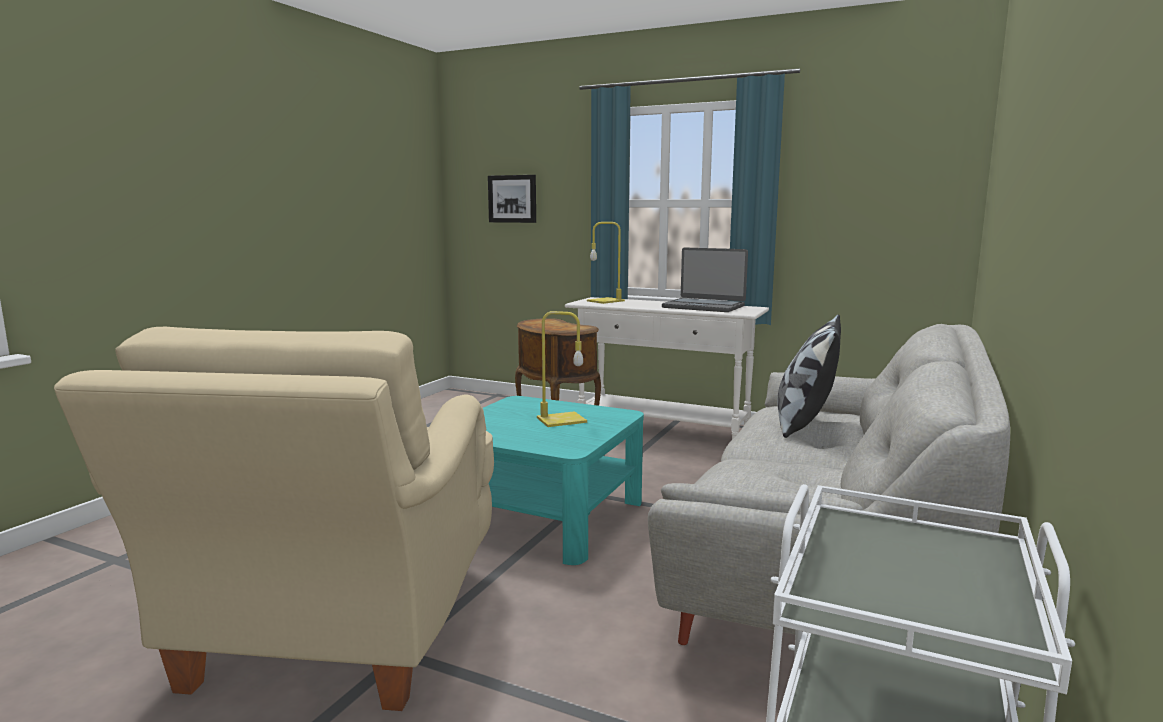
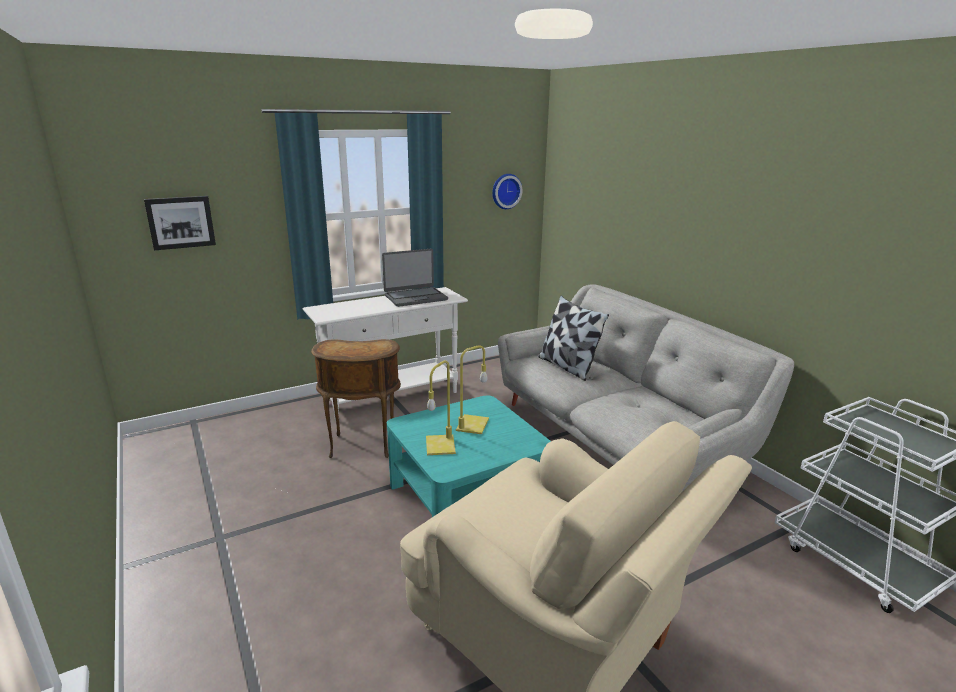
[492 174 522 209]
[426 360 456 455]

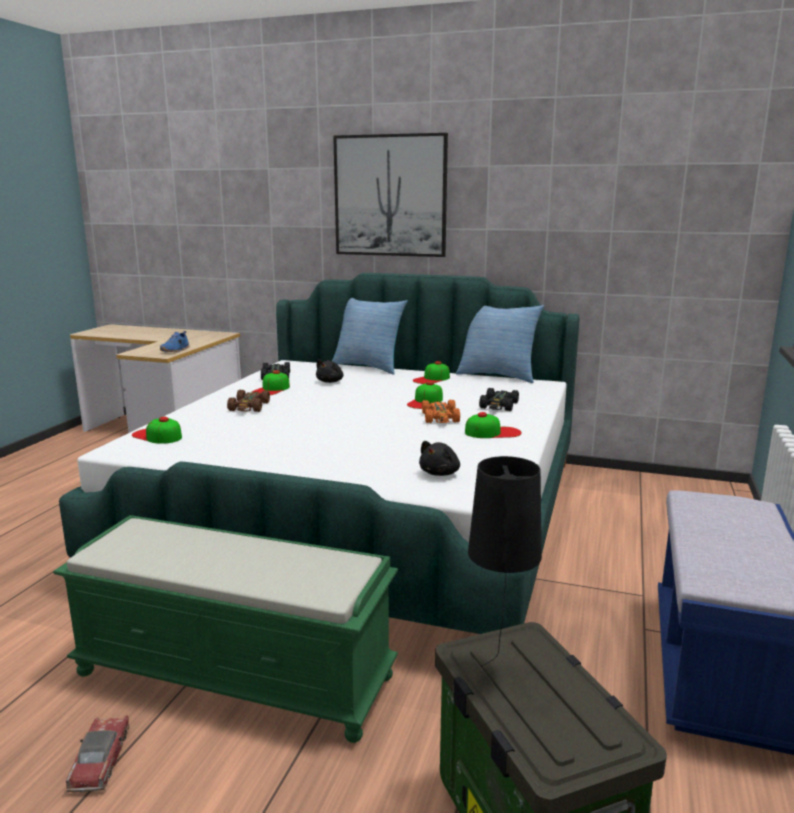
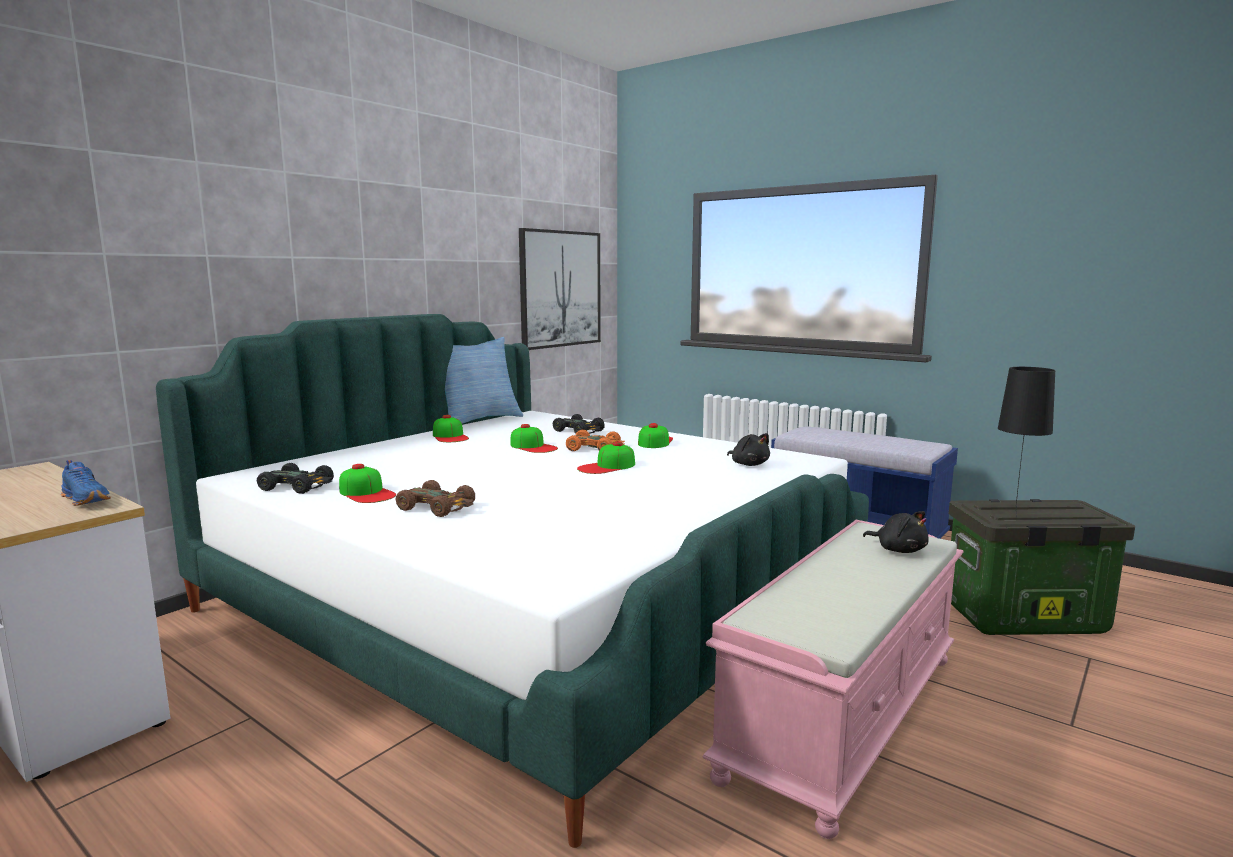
[66 715 129 792] (first image)
[332 298 408 375] (first image)
[577 441 635 474]
[863 511 929 553]
[519 228 601 350]
[702 520 964 839]

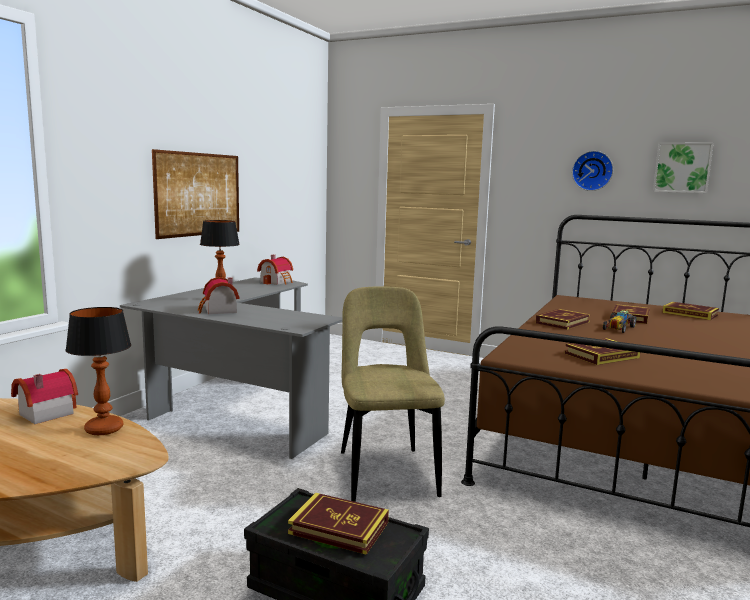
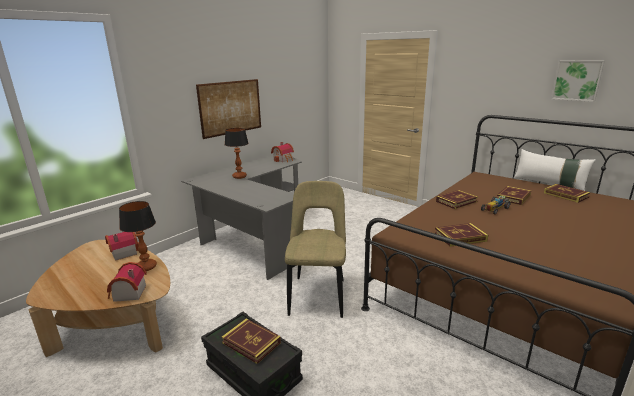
[572 151 613 191] (first image)
[513 149 596 191]
[107 262 147 302]

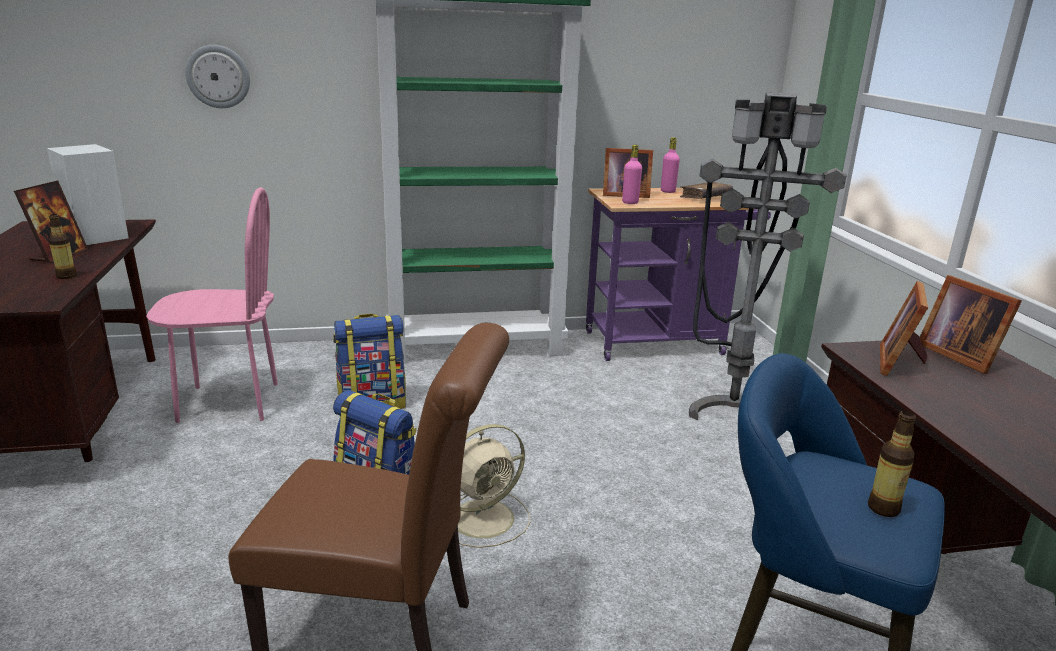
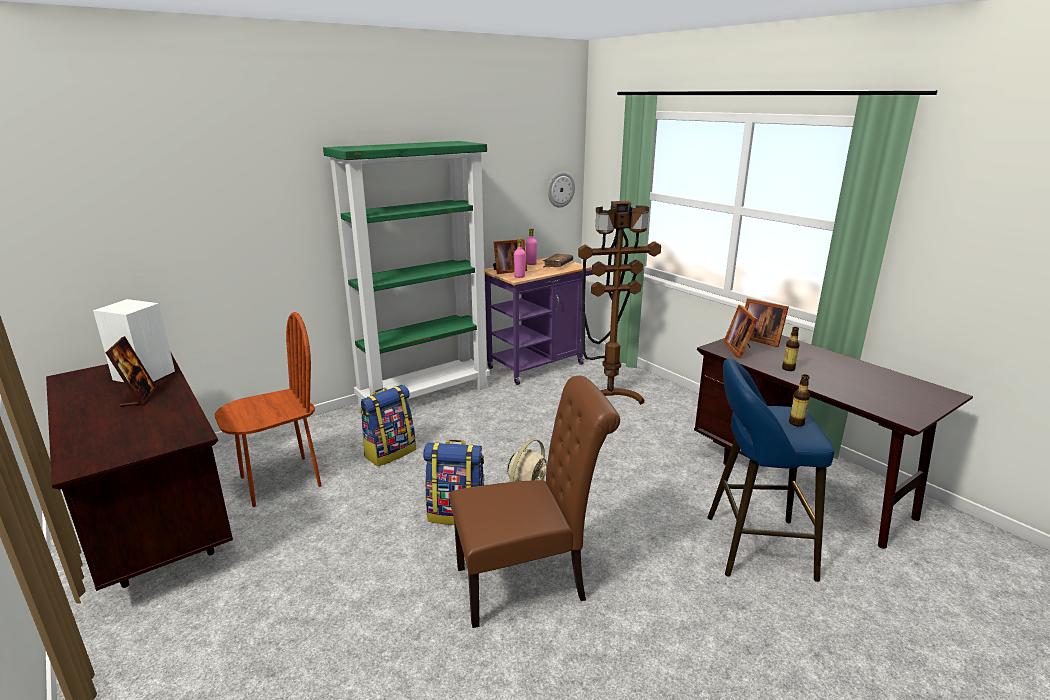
[782 327 800 371]
[548 172 575 208]
[215 312 322 507]
[578 201 661 405]

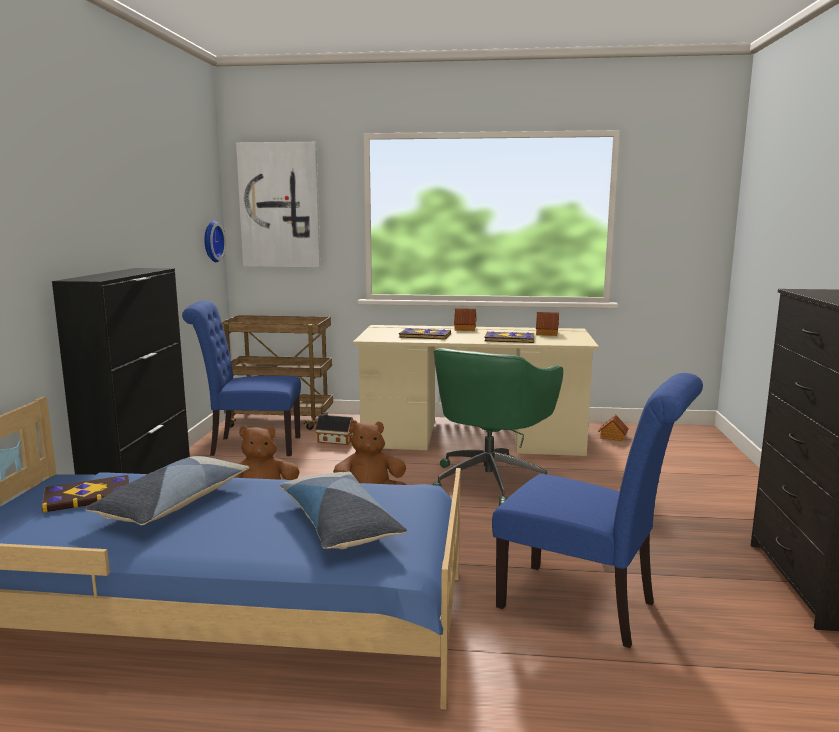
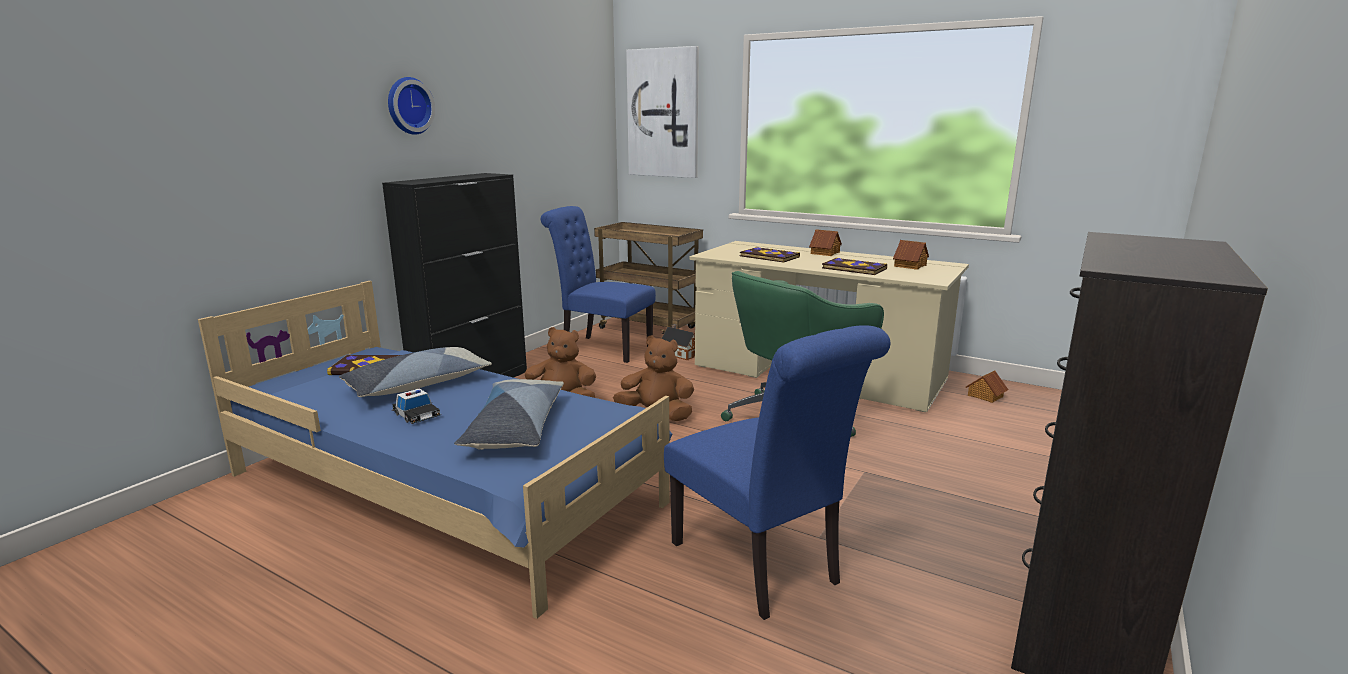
[392 389 441 424]
[388 77 435 135]

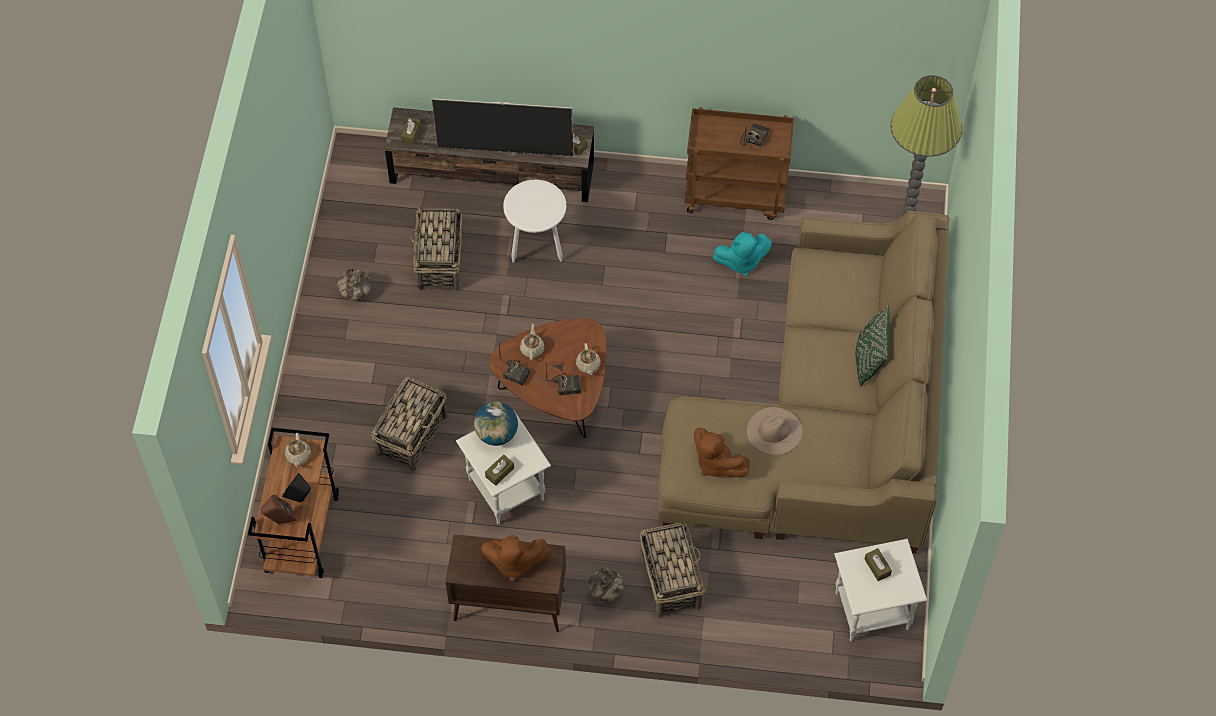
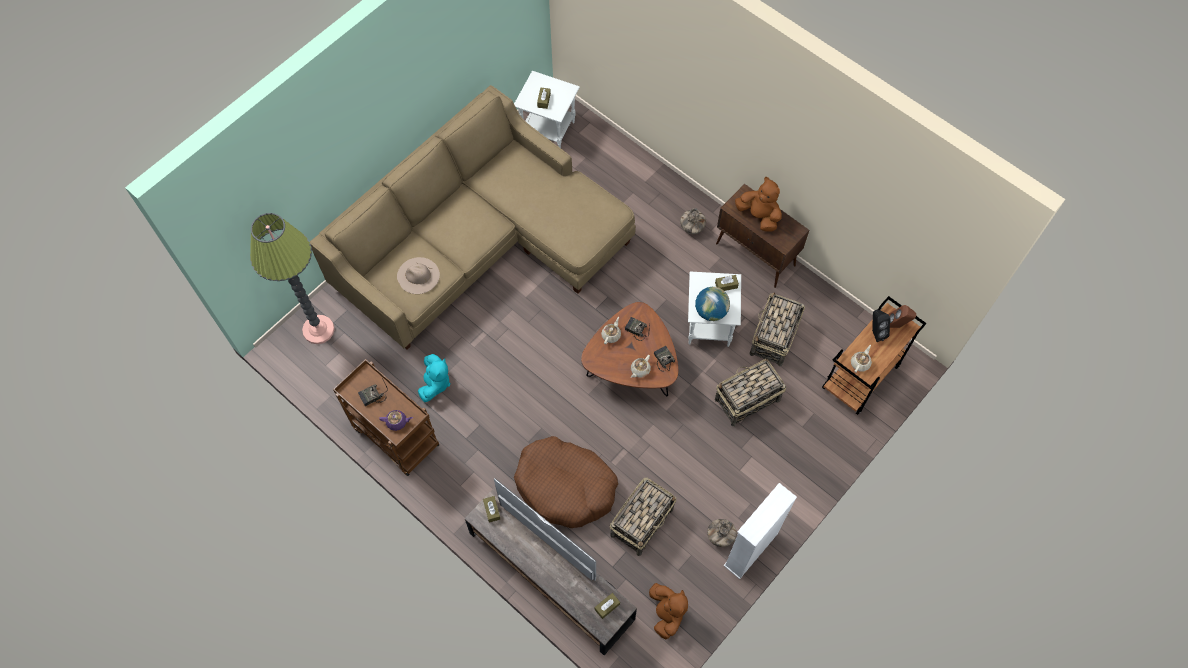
[855 305 890 386] (first image)
[379 410 413 431]
[723 483 797 579]
[749 292 805 366]
[649 583 688 639]
[397 257 440 294]
[514 436 618 528]
[418 354 450 402]

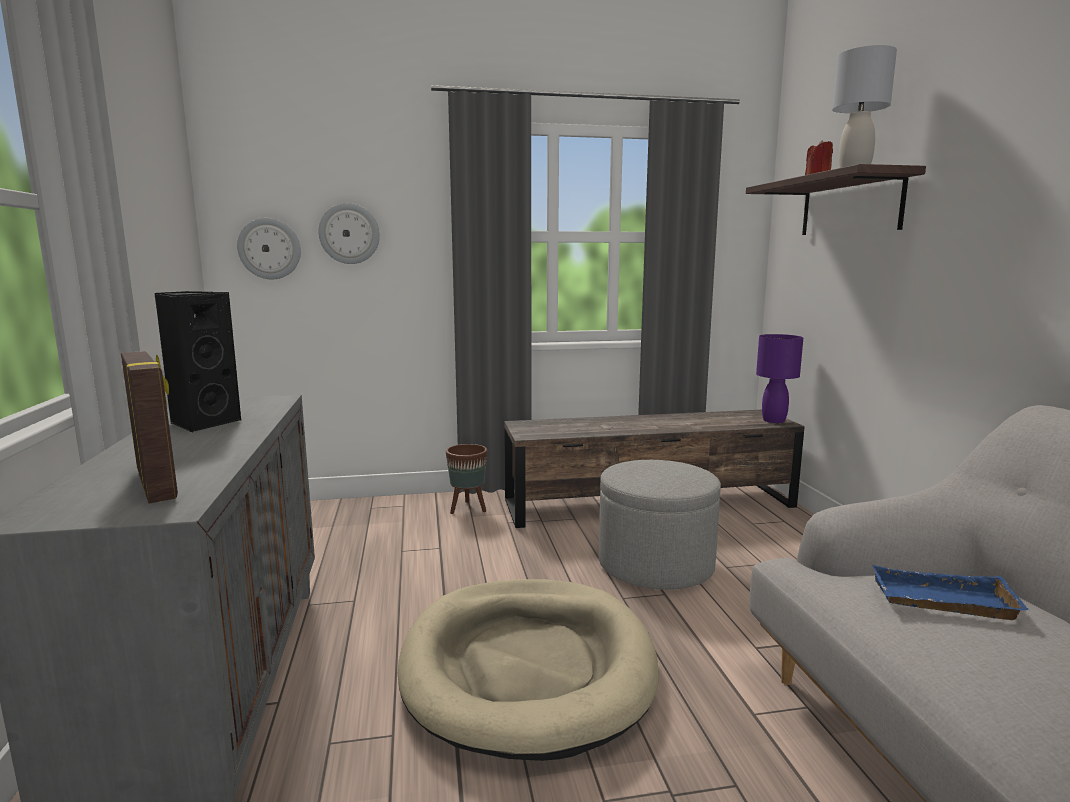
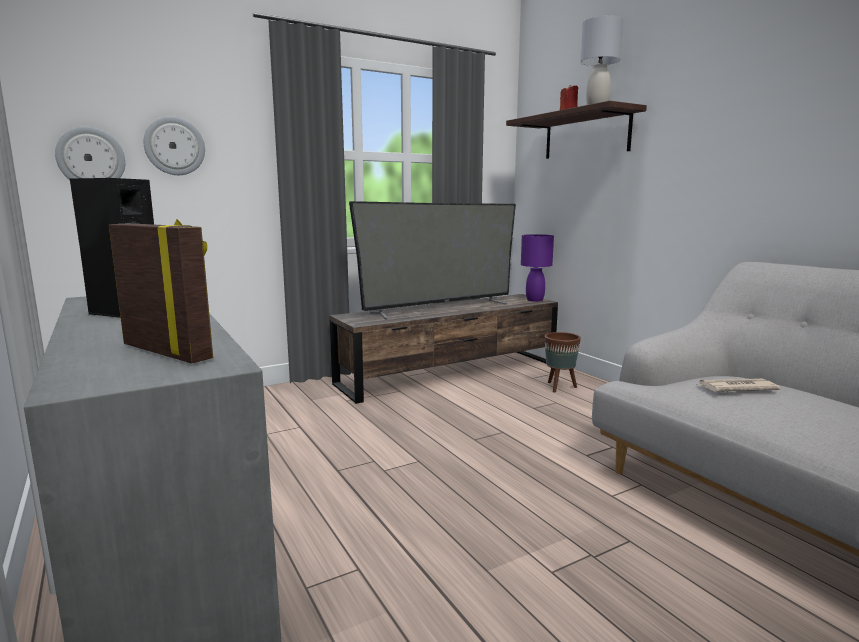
[398 579 659 761] (first image)
[599 460 721 590] (first image)
[349 201 516 320]
[544 332 581 392]
[696 378 781 392]

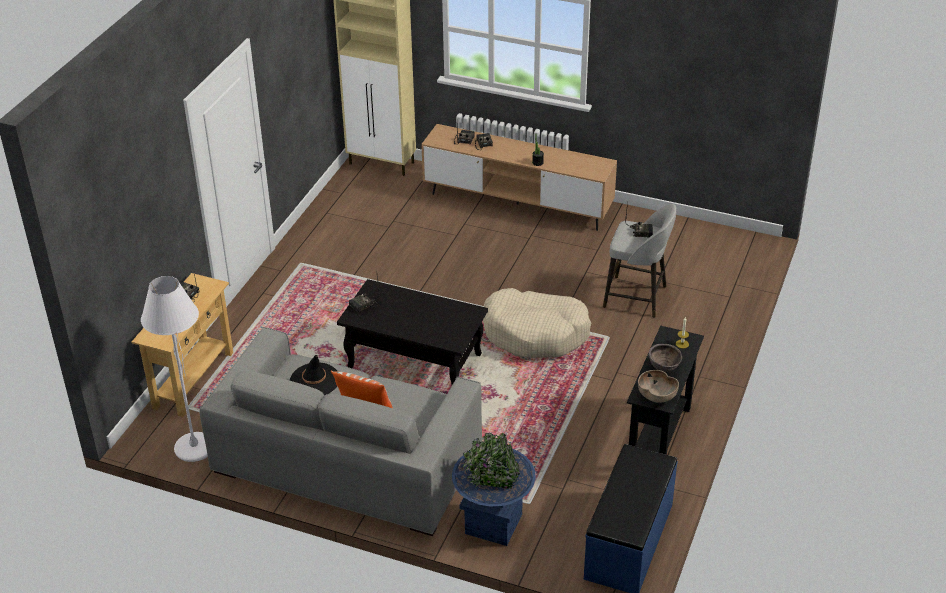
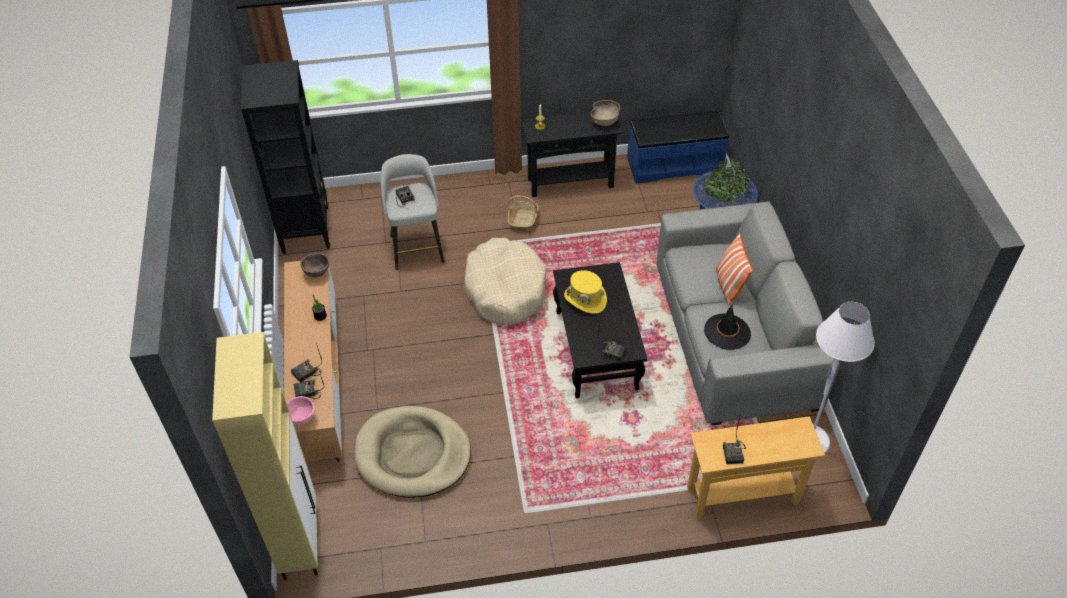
[241 60 330 254]
[286 396 315 425]
[354 406 471 498]
[508 196 539 231]
[564 270 607 314]
[300 253 329 277]

